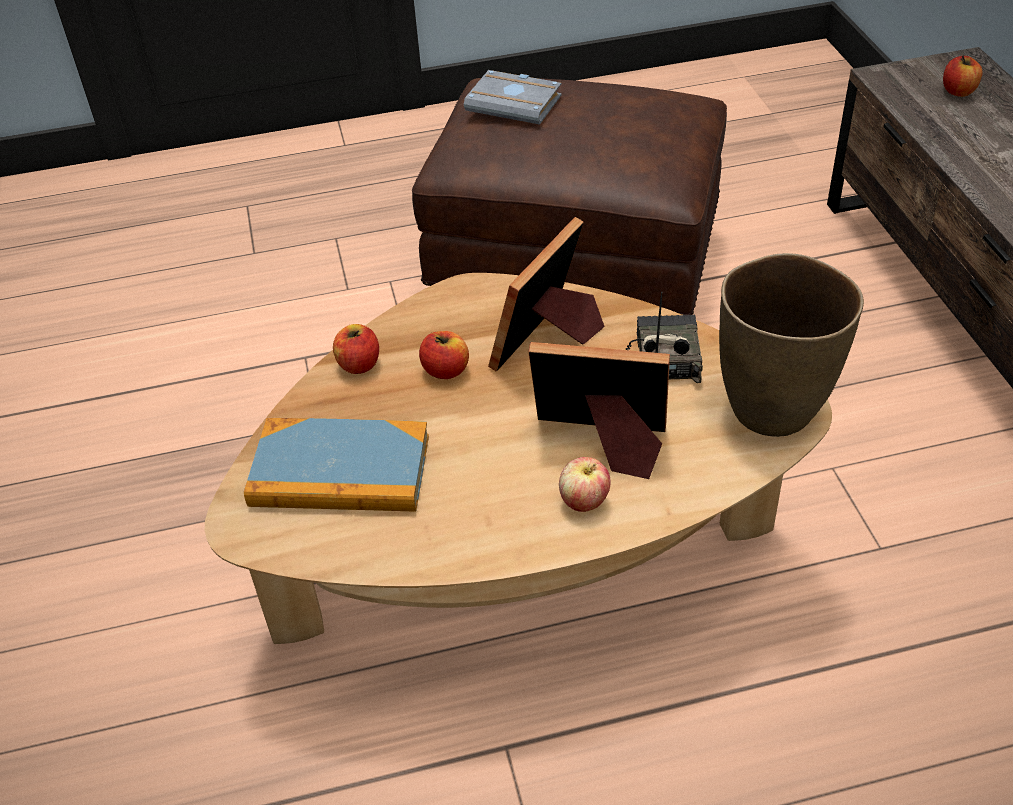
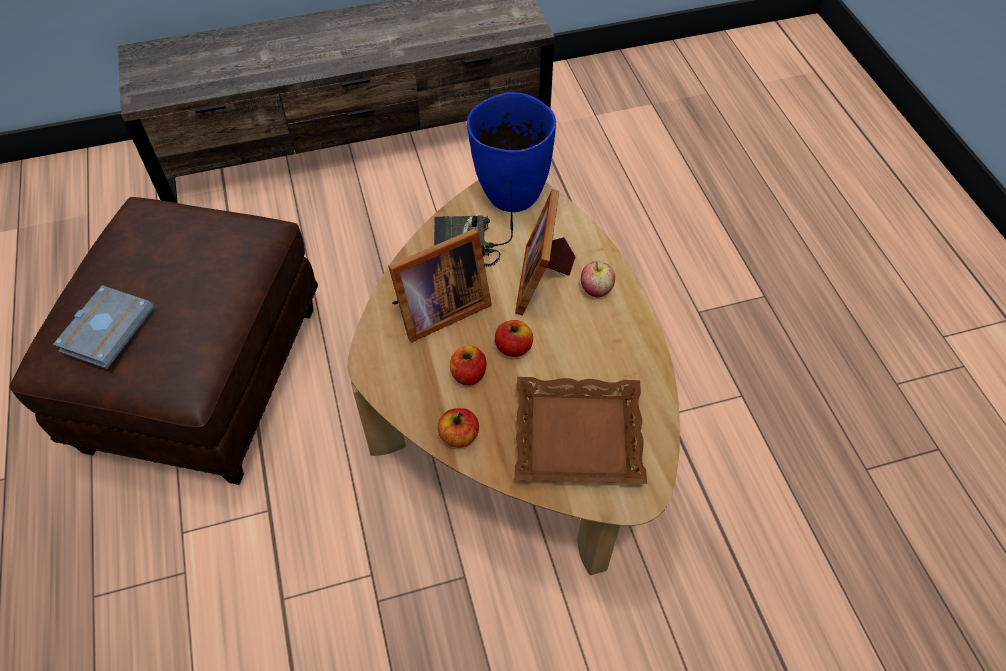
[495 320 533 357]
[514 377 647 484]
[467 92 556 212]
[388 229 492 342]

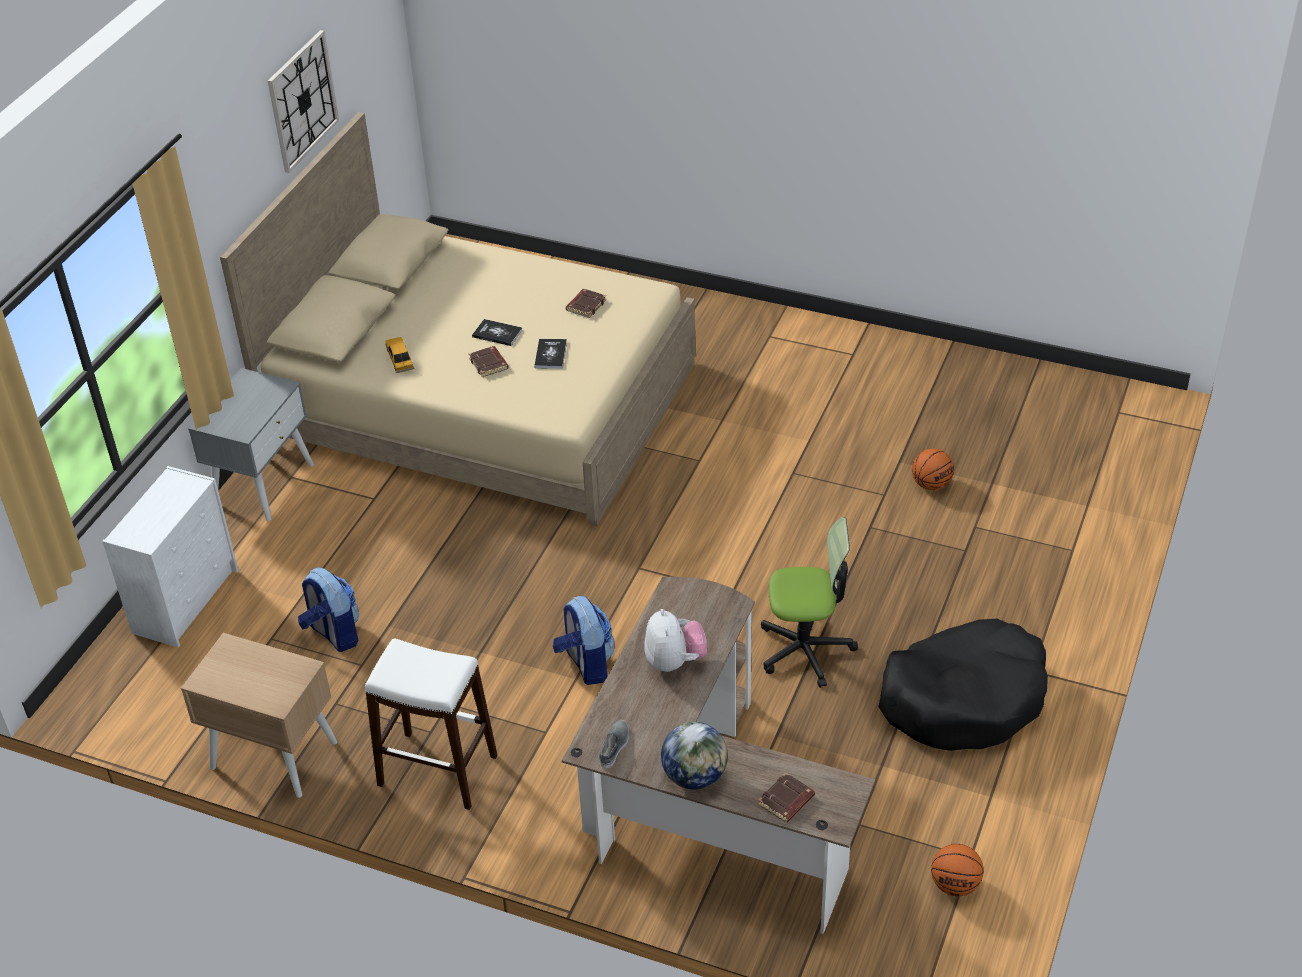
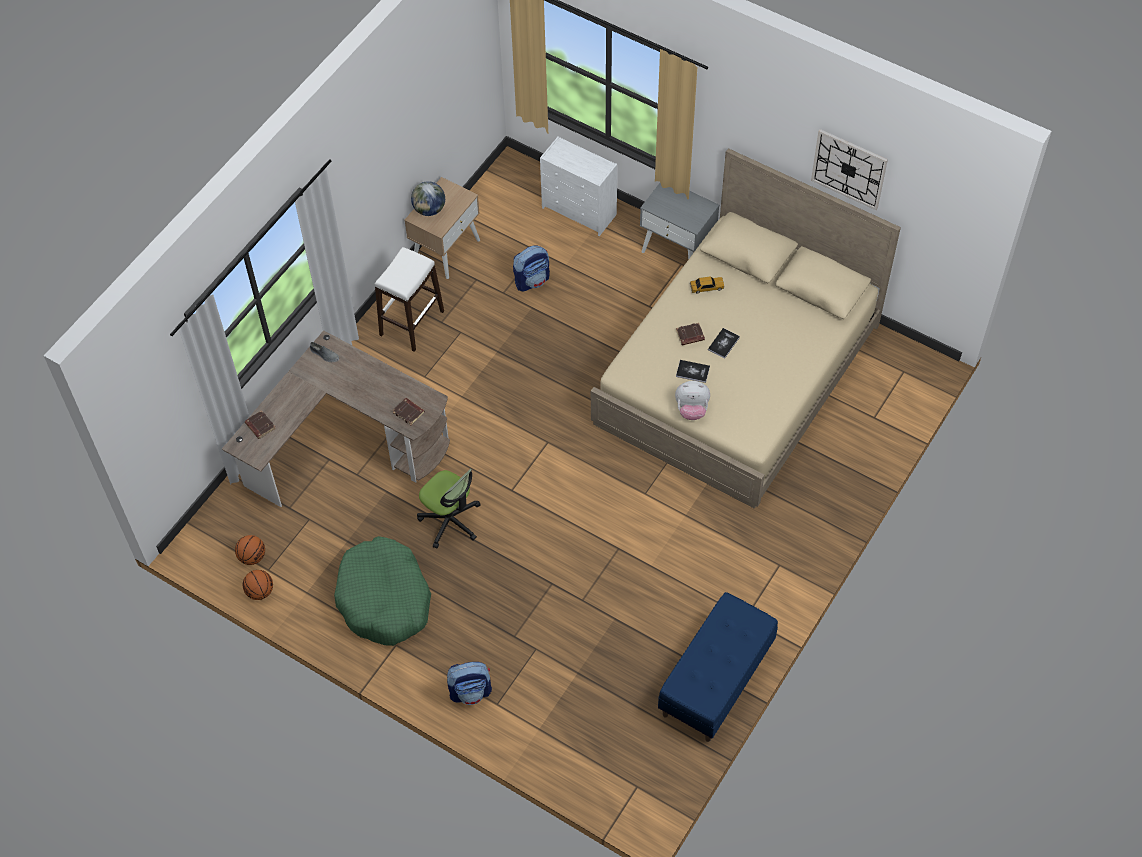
[658 592 778 742]
[447 662 492 705]
[392 398 425 426]
[675 381 710 420]
[411 181 445 216]
[243 570 273 600]
[334 536 431 646]
[417 469 481 549]

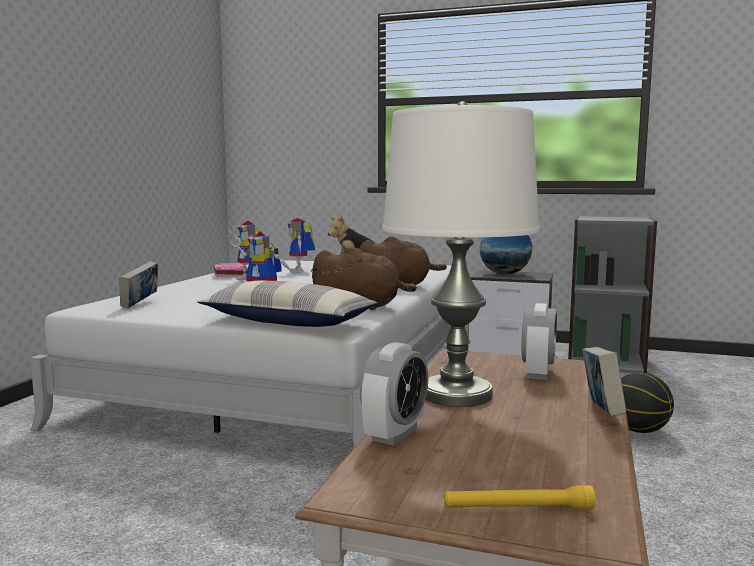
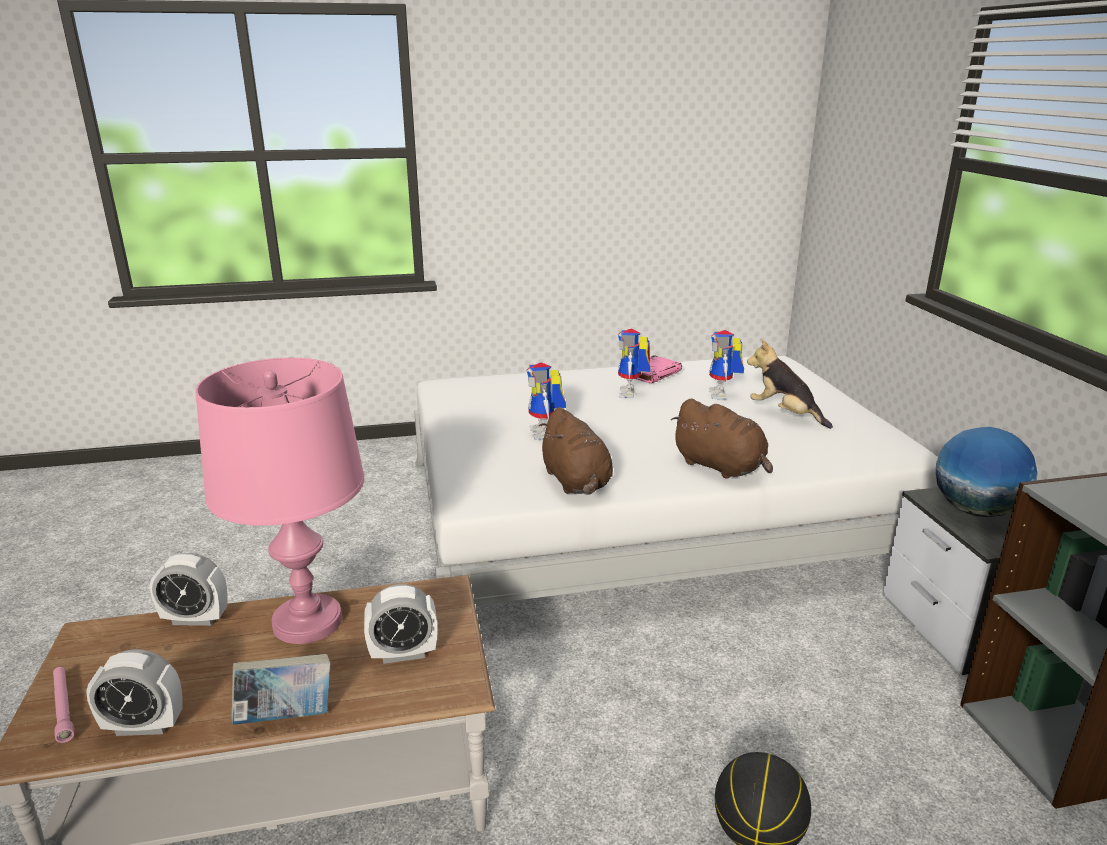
[119 261 158 308] (first image)
[197 281 377 327] (first image)
[86 649 183 736]
[196 358 364 644]
[53 667 74 743]
[709 329 744 399]

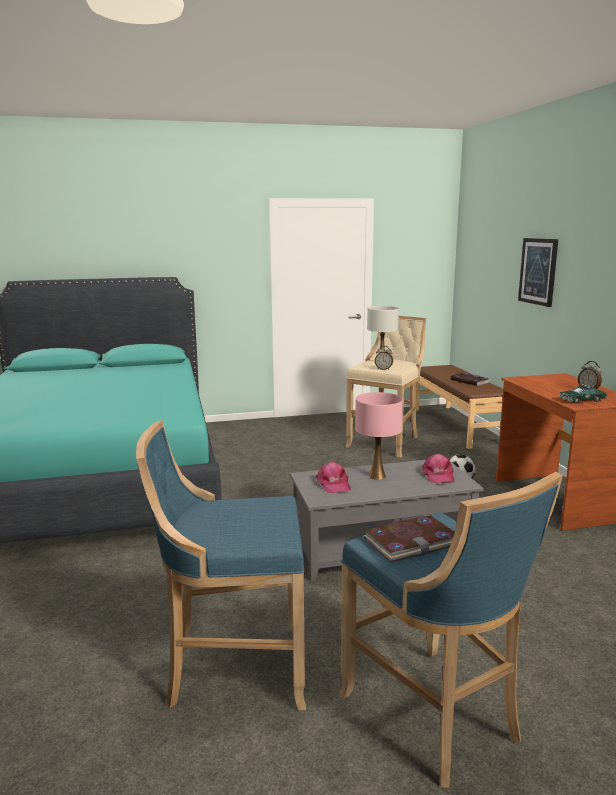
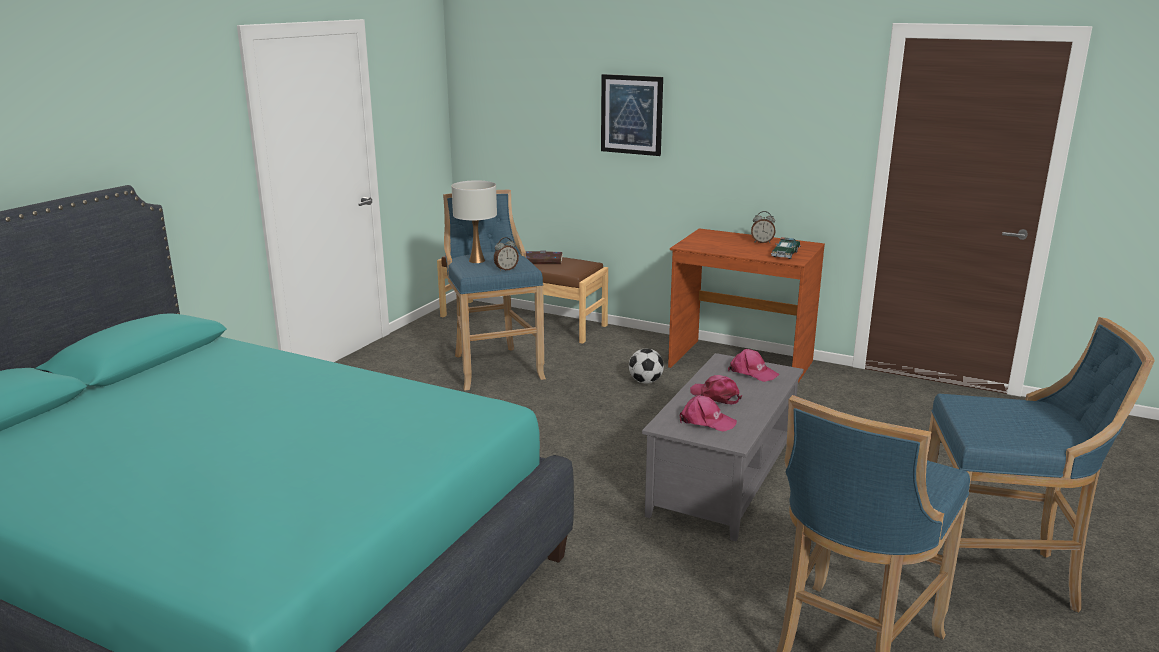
[364 515 454 562] (first image)
[690 375 742 405]
[443 190 546 391]

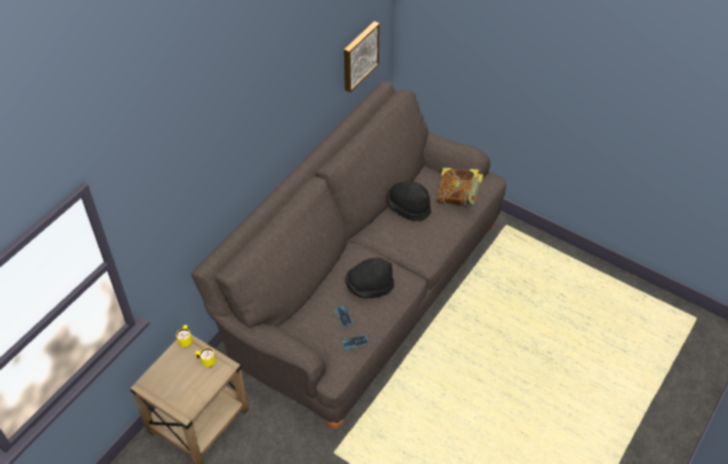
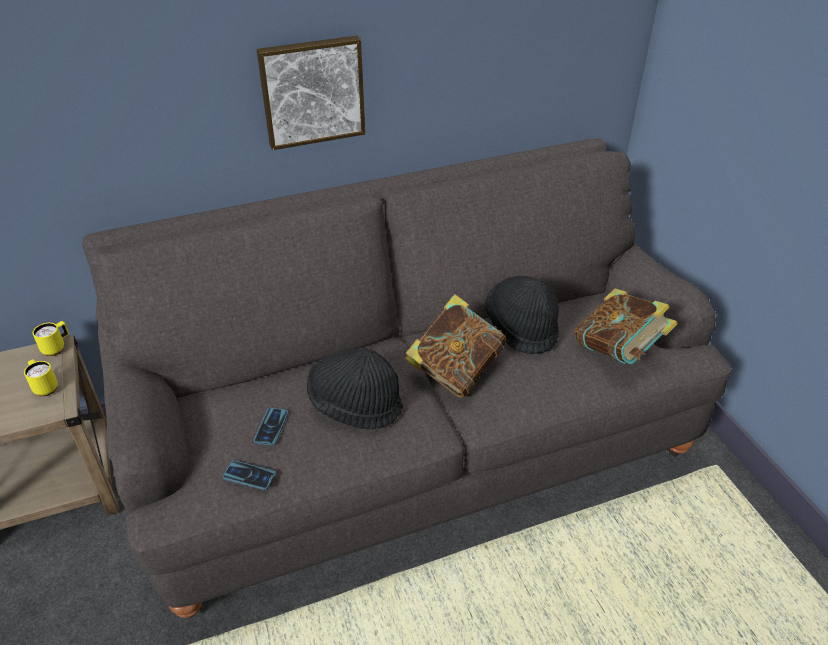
[405 294 506 398]
[257 36 365 150]

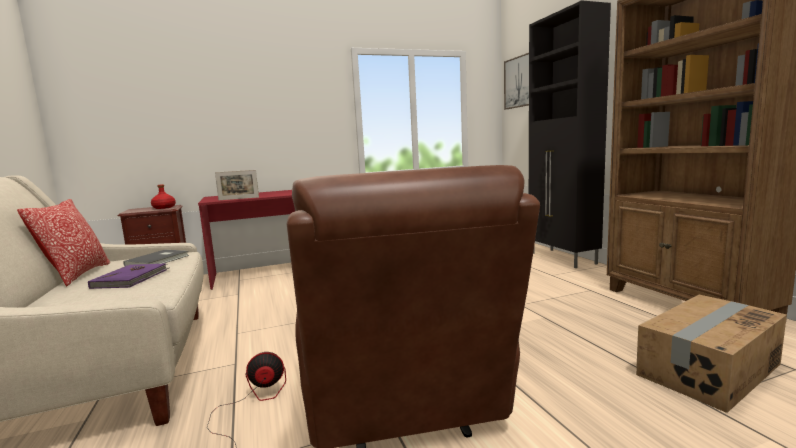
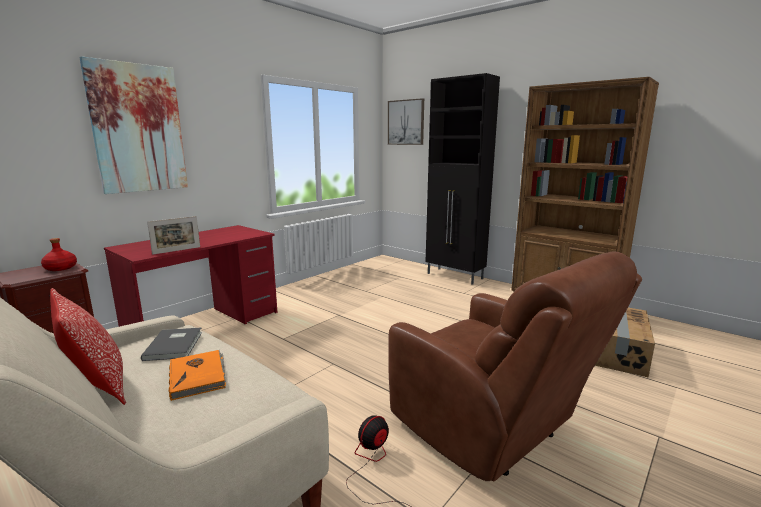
[79 56 188 194]
[169 350 226 401]

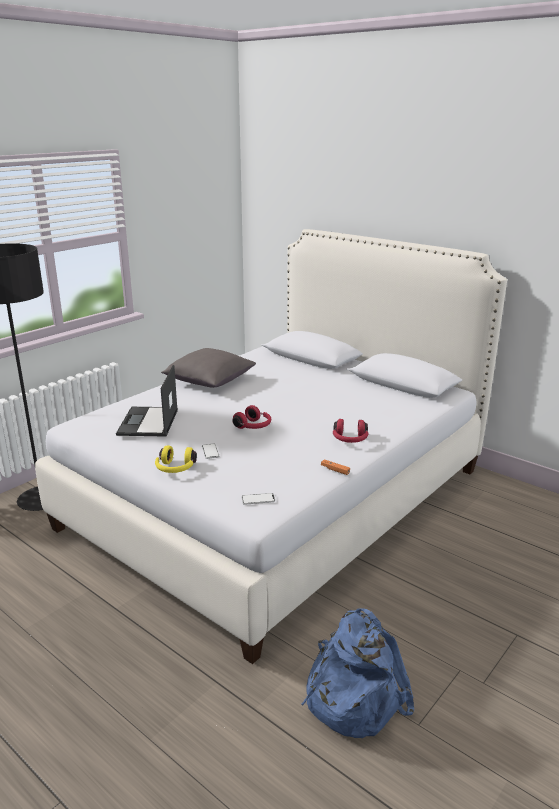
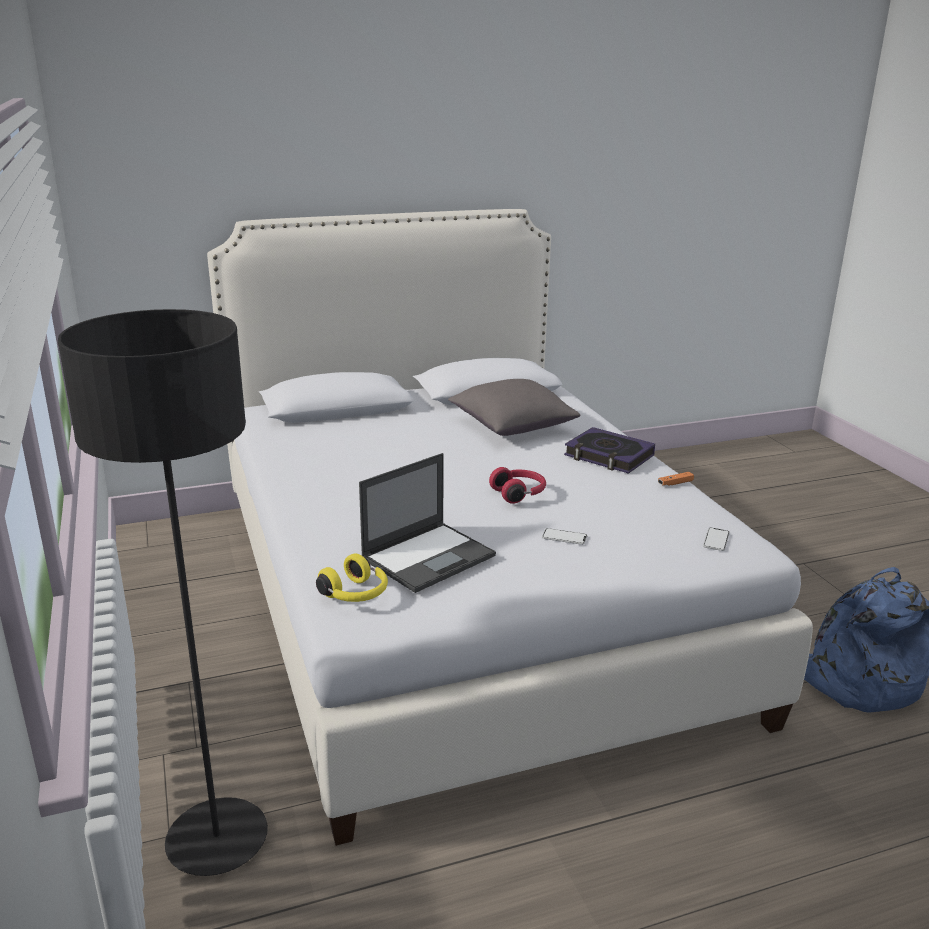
[316 554 388 602]
[448 379 580 436]
[564 427 655 474]
[359 453 496 593]

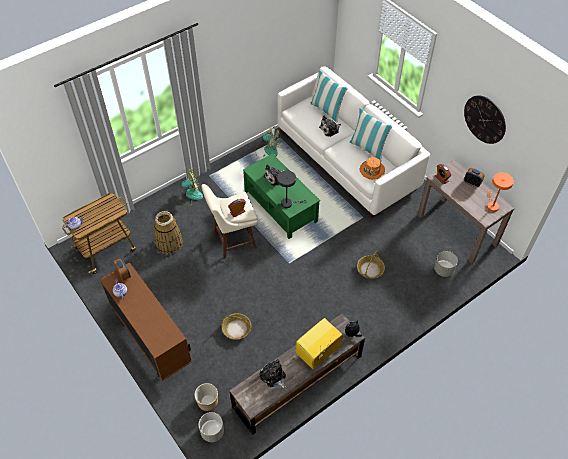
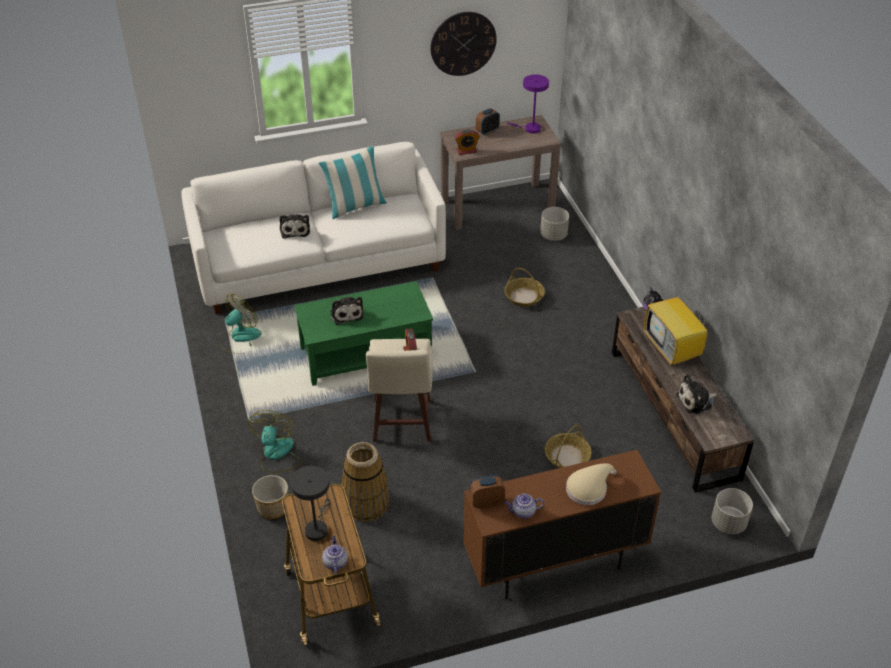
[310 70 348 122] (first image)
[360 157 385 180] (first image)
[566 463 617 505]
[252 475 288 519]
[290 466 331 541]
[507 74 549 134]

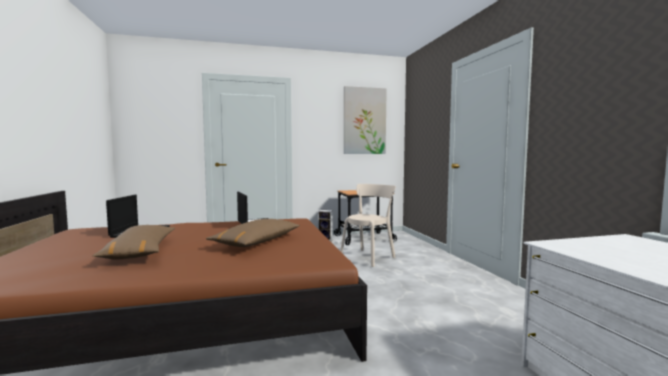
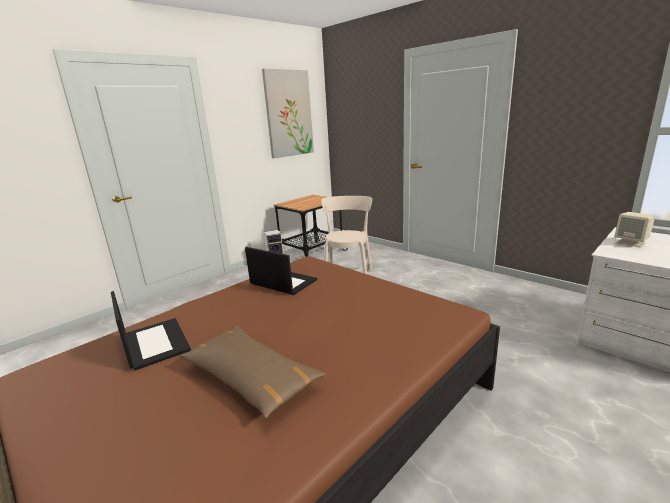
[206 219 300 247] (first image)
[615 212 655 248]

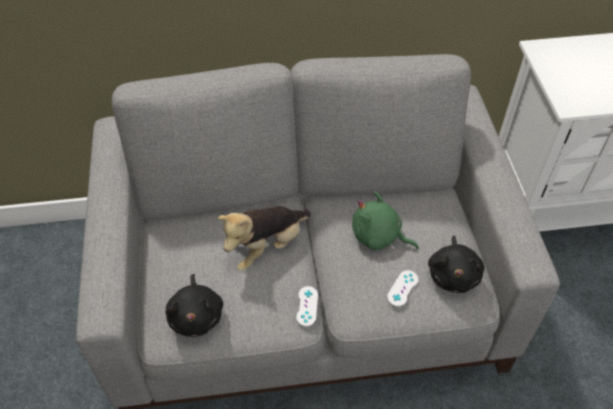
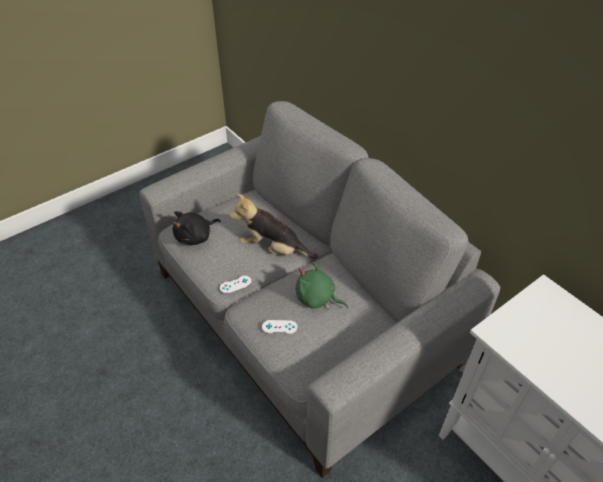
[428 236 485 293] (first image)
[295 262 348 309]

